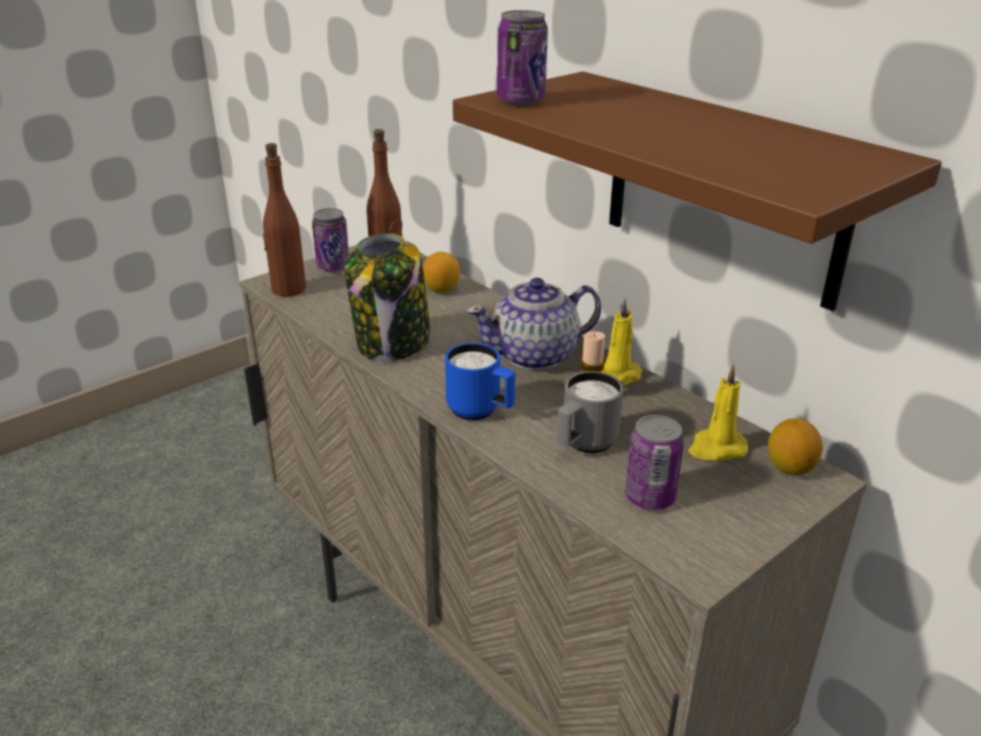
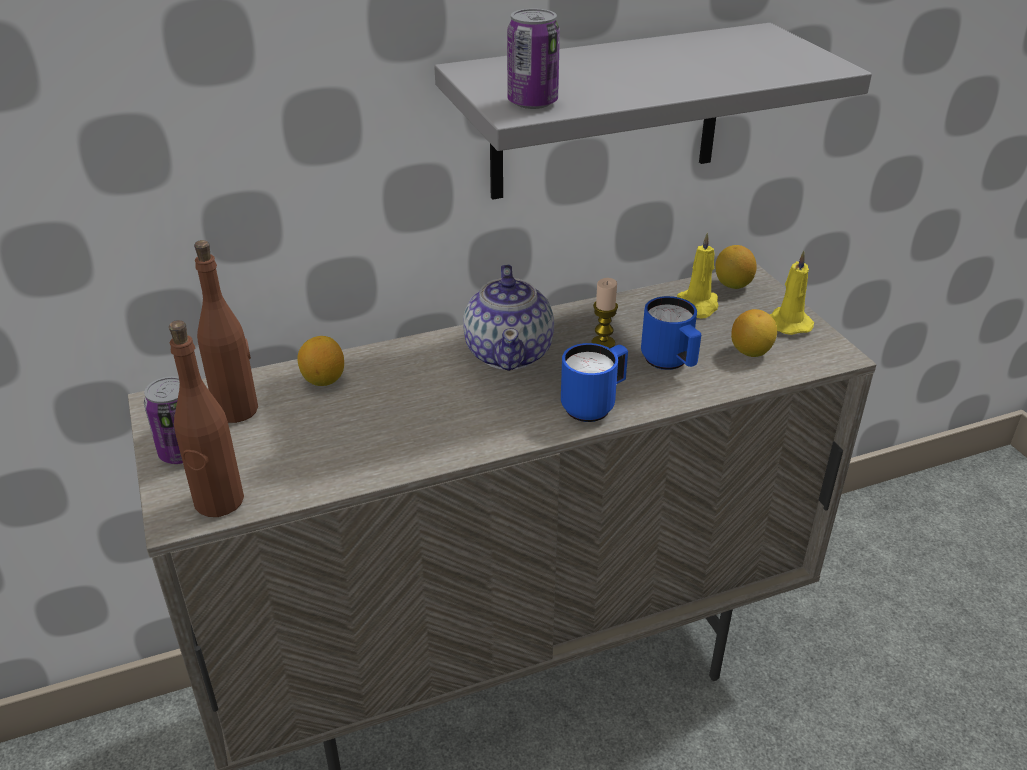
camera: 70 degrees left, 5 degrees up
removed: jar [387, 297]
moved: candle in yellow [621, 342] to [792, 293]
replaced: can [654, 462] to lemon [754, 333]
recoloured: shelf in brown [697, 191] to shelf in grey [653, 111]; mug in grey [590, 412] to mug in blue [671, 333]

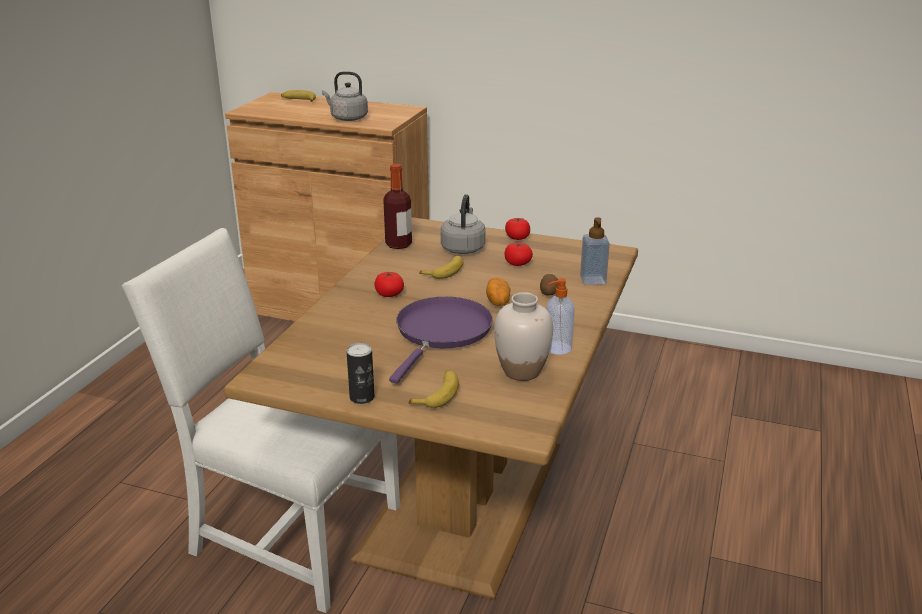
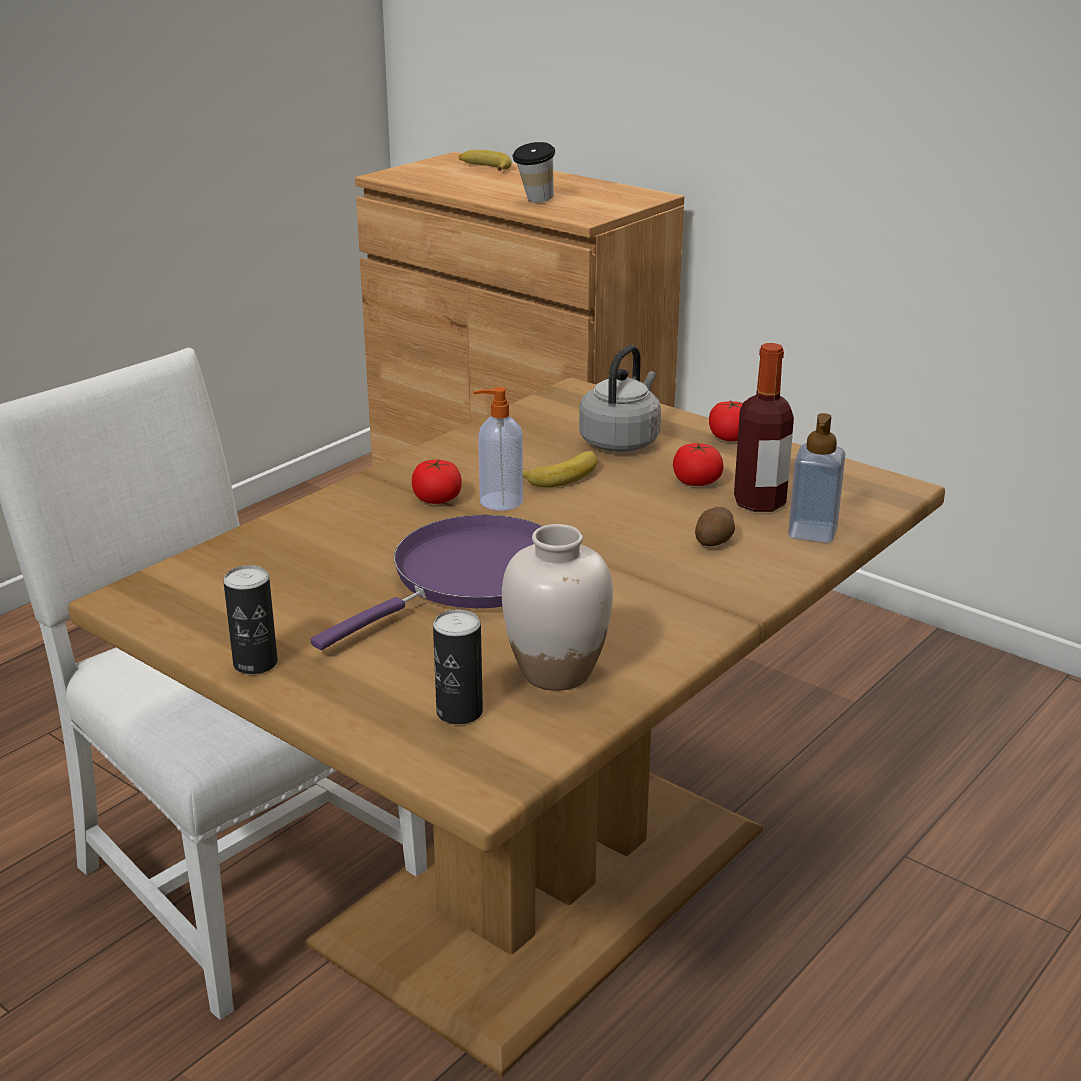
camera: 20 degrees right, 0 degrees up
removed: banana [433, 389]; potato [498, 291]
added: can [458, 666]
moved: soap dispenser [560, 316] to [498, 448]; bottle [397, 206] to [764, 427]
replaced: kettle in grey [345, 96] to cup [533, 172]

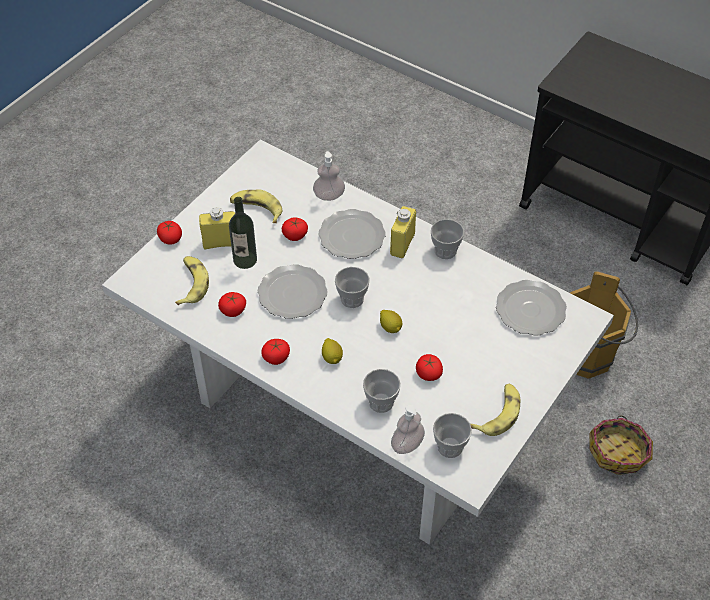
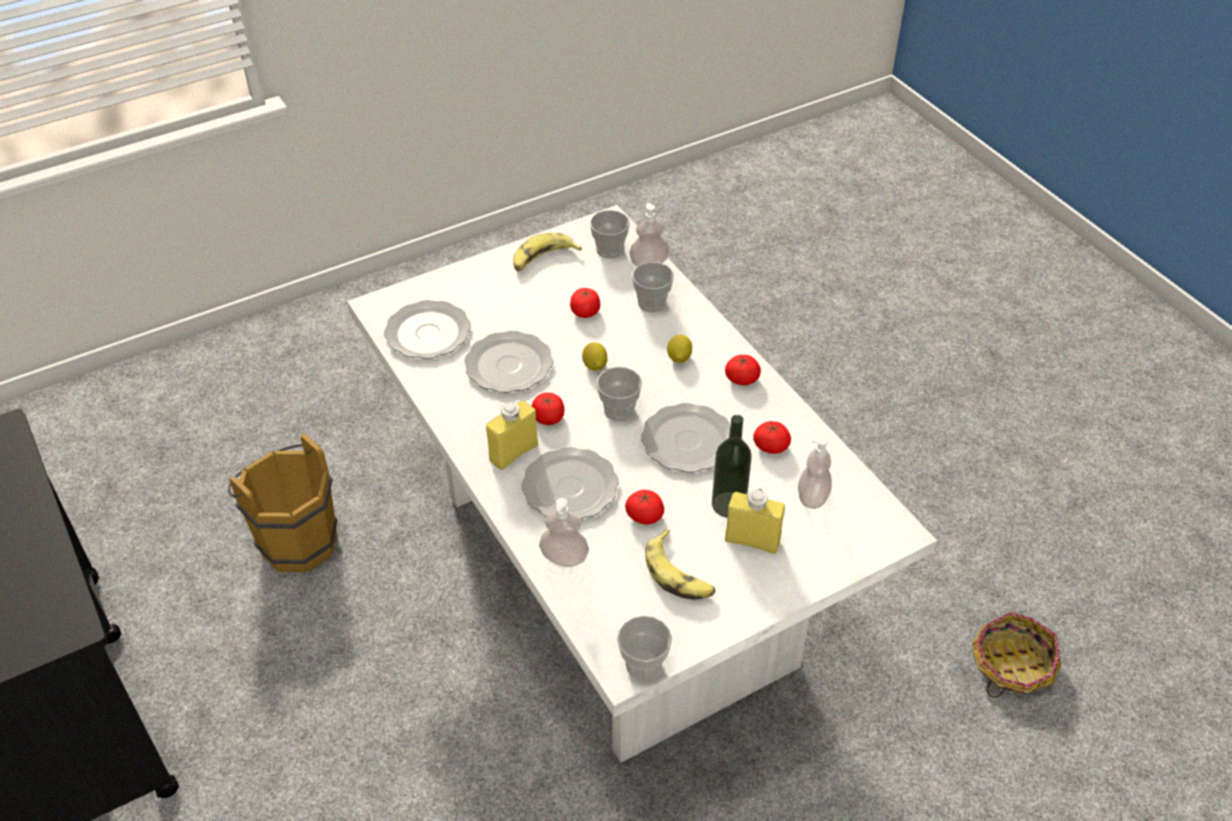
camera: 155 degrees left, 5 degrees down
added: plate [508, 362]
moved: tomato [169, 233] to [548, 409]; cup [447, 239] to [644, 648]; basket [621, 445] to [1016, 655]
replaced: banana [192, 280] to soap dispenser [815, 473]

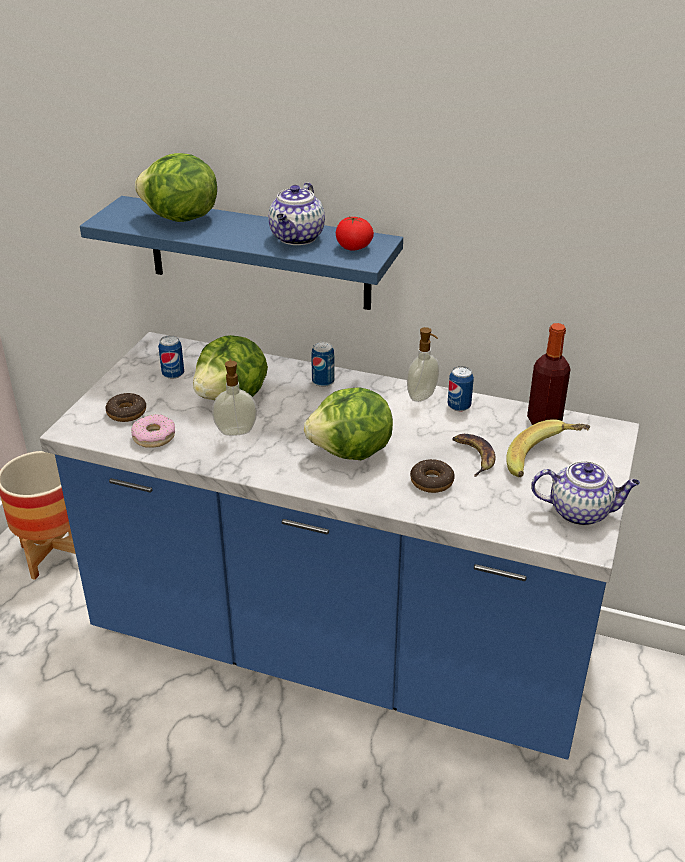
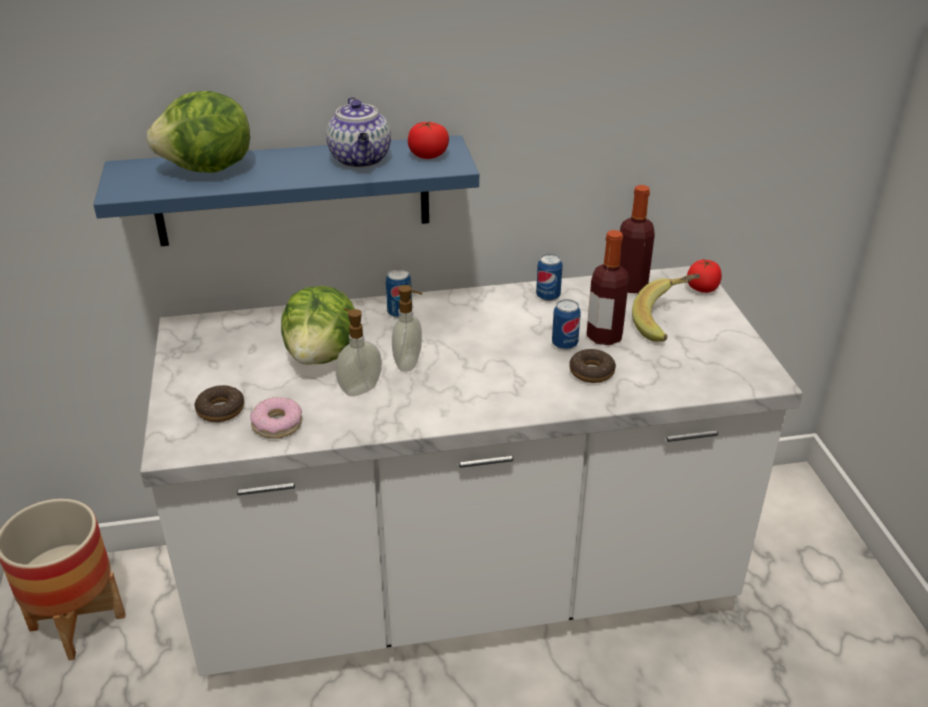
camera: 30 degrees left, 0 degrees up
removed: lettuce [348, 423]; teapot [585, 493]
added: tomato [704, 276]
moved: soap dispenser [423, 364] to [407, 328]; can [171, 357] to [566, 324]
replaced: banana [474, 455] to bottle [607, 287]
recoloured: counter in blue [340, 546] to counter in white [471, 471]

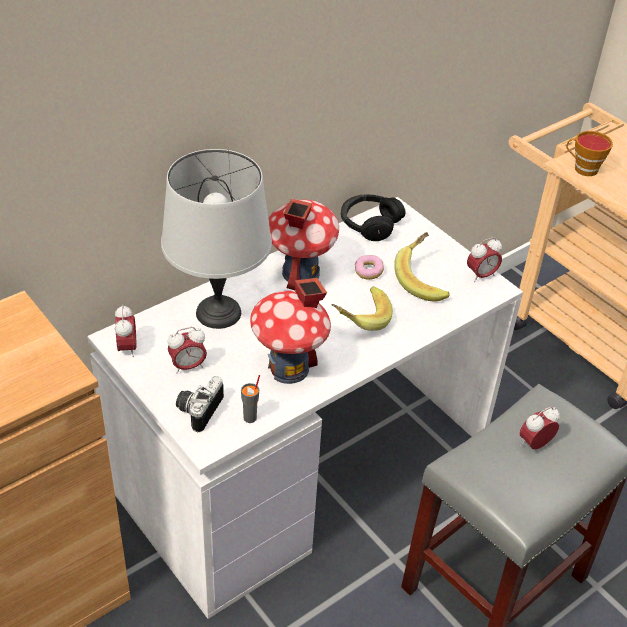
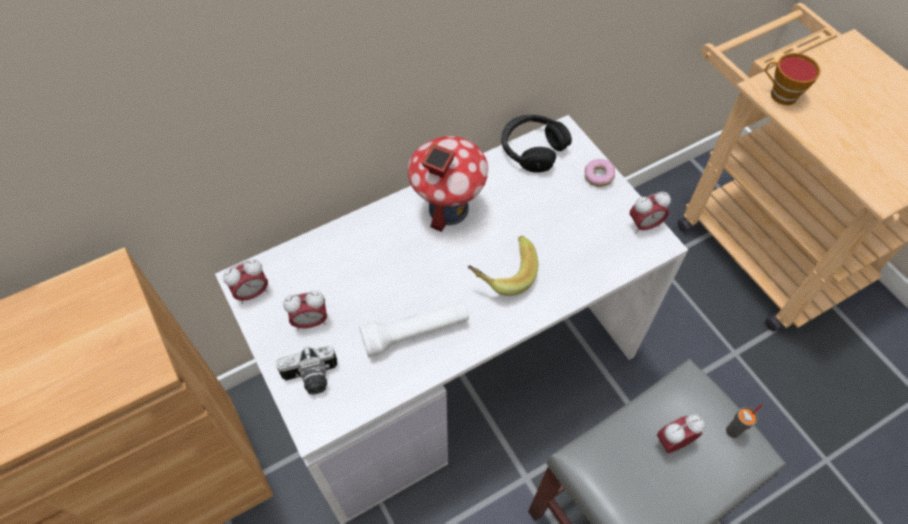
camera: 10 degrees right, 15 degrees up
removed: table lamp in grey [216, 239]; banana [422, 267]
moved: donut [369, 267] to [600, 173]; cup in grey [250, 399] to [744, 421]
replaced: toy house [290, 331] to flashlight in white [414, 329]
turned: alarm clock [125, 331] = [245, 281] 60 degrees clockwise; photo camera [200, 404] = [307, 369] 135 degrees counterclockwise

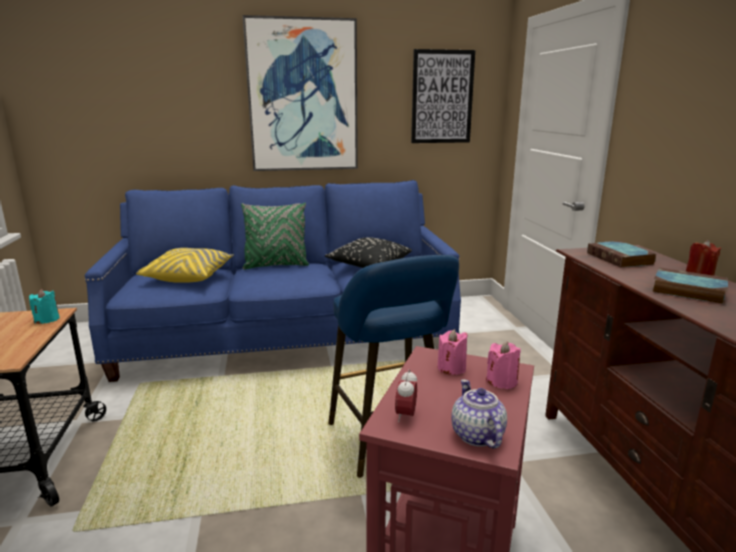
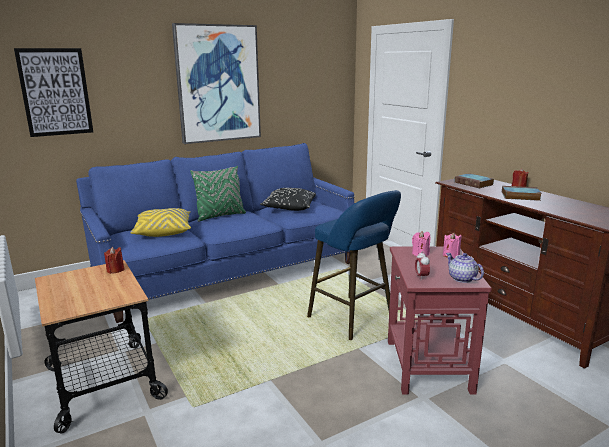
camera: 20 degrees left, 0 degrees up
moved: picture [443, 96] to [53, 92]
recoloured: candle in turquoise [44, 306] to candle in red [114, 260]

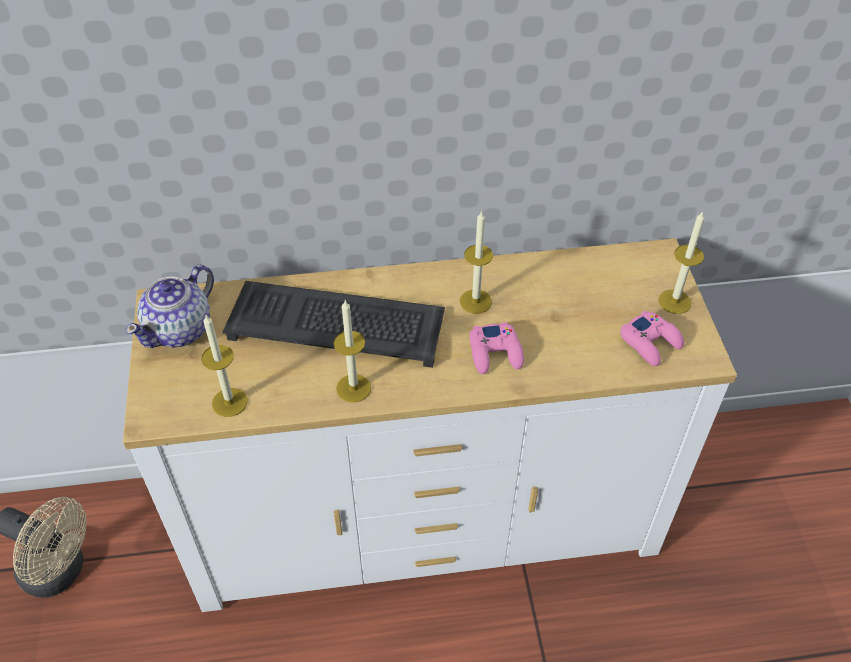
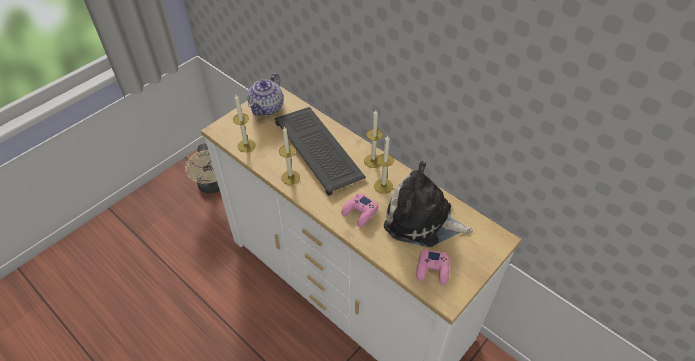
camera: 50 degrees right, 0 degrees up
added: plush toy [428, 204]
moved: candle [681, 262] to [373, 139]
turned: teapot [169, 306] = [265, 94] 60 degrees counterclockwise

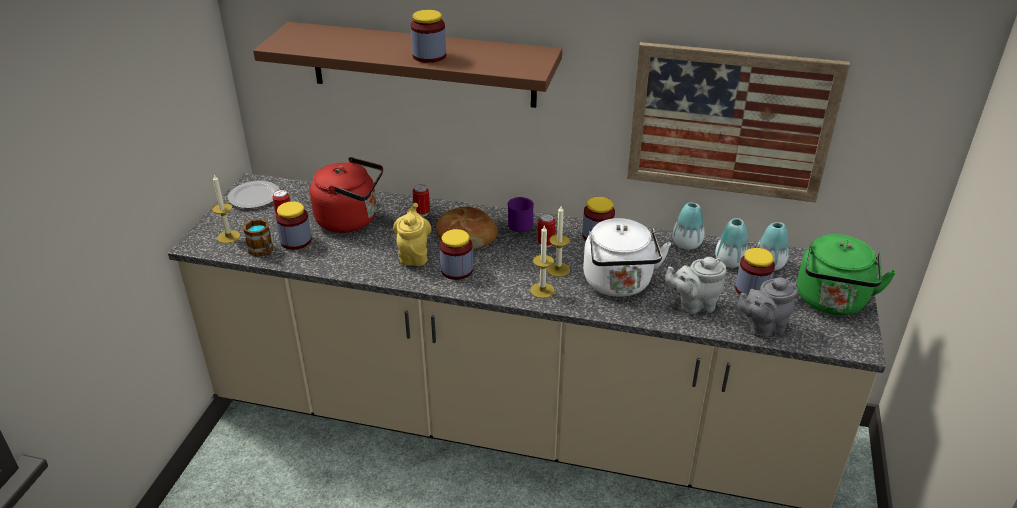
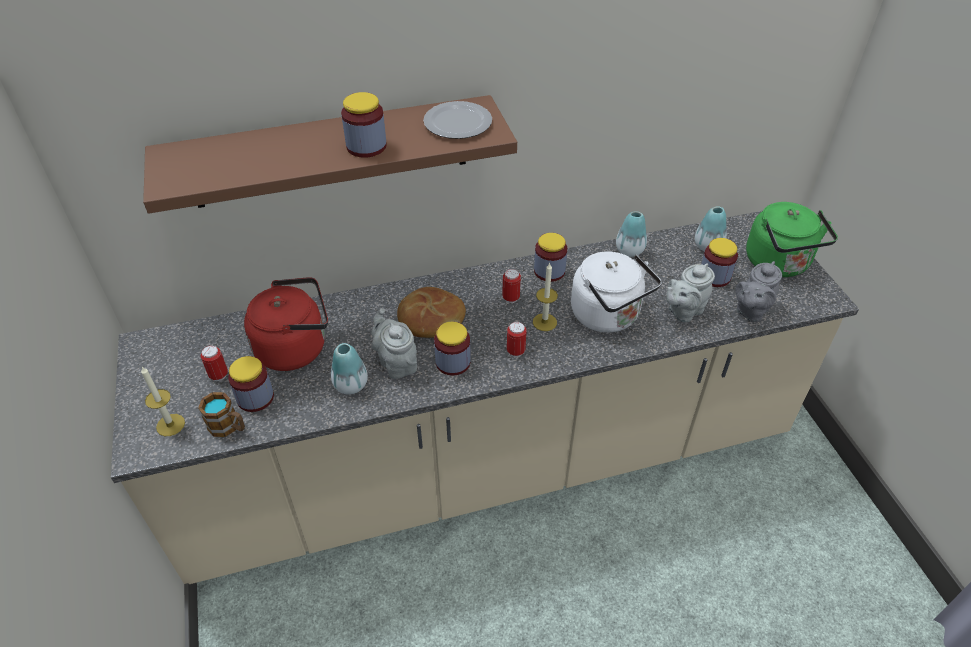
camera: 30 degrees left, 10 degrees up
removed: mug in purple [521, 214]; candle [542, 261]; picture [738, 122]
moved: vase [731, 243] to [349, 369]; plate [254, 194] to [457, 120]; can [421, 200] to [517, 339]
recoloured: teapot in yellow [412, 234] to teapot in grey [394, 343]

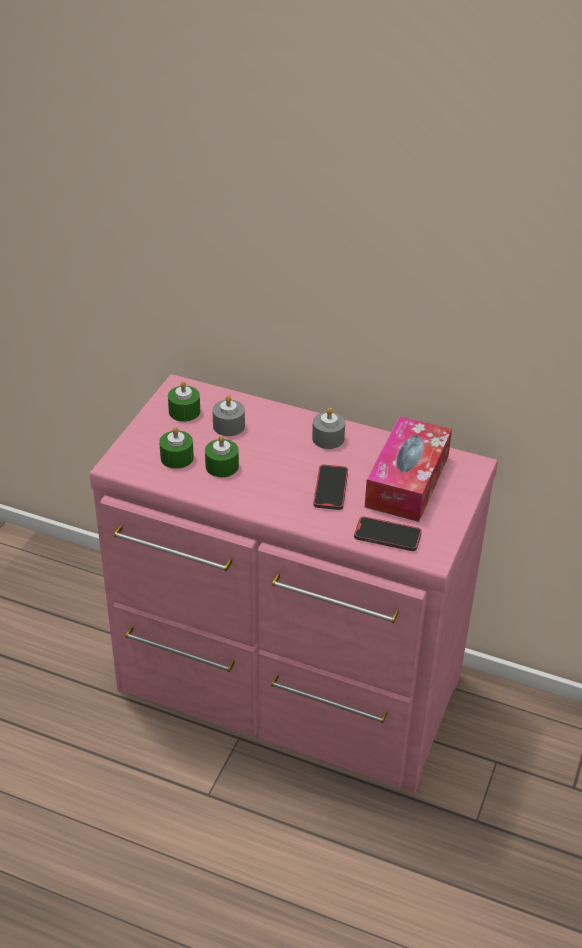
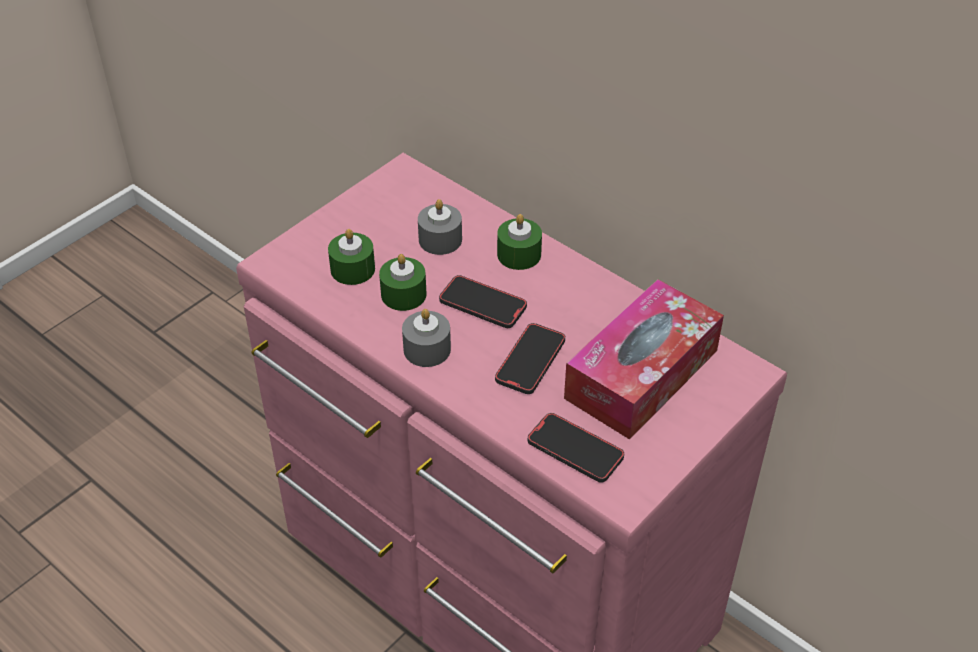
camera: 20 degrees right, 5 degrees up
added: phone [483, 301]
moved: candle in grey [328, 428] to [426, 338]; candle in green [184, 401] to [519, 242]

